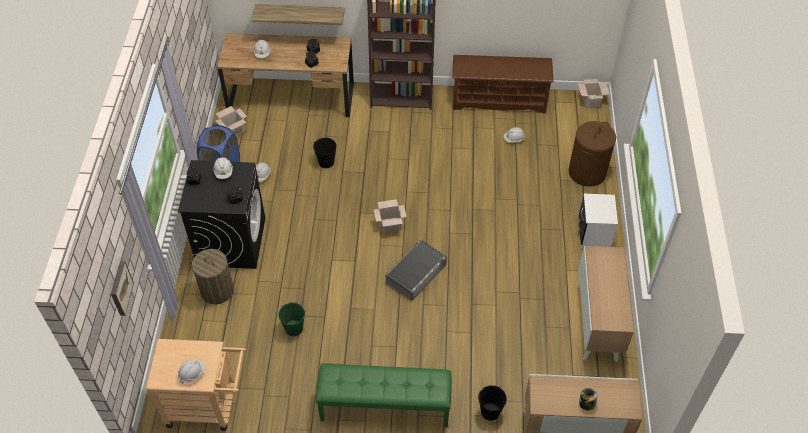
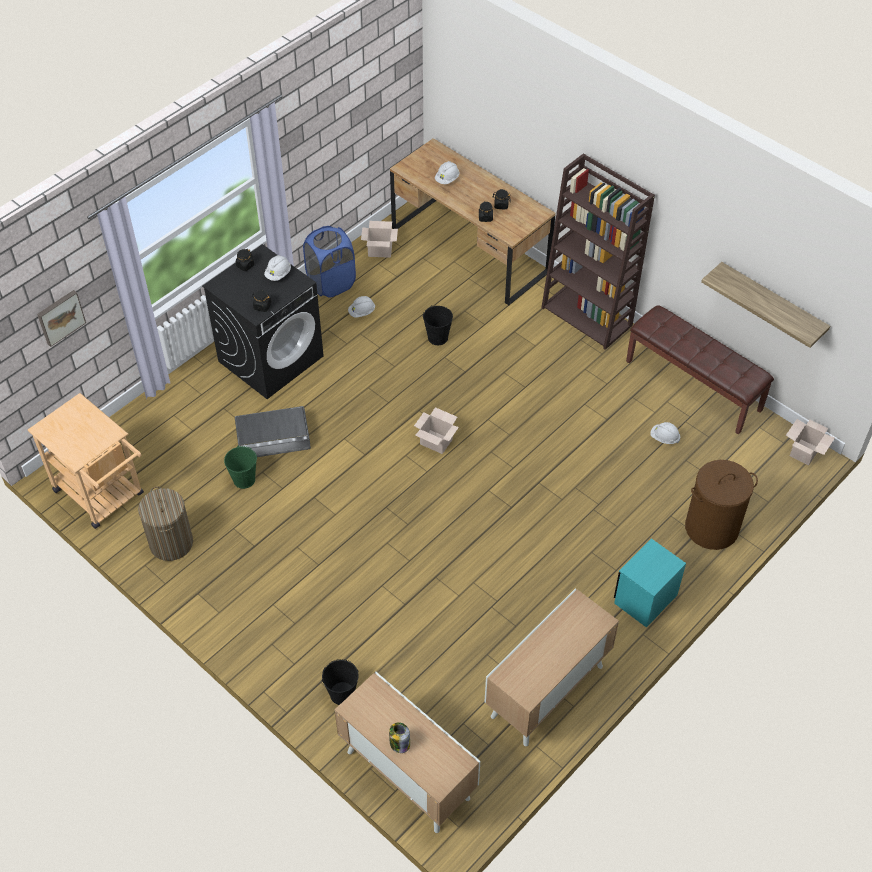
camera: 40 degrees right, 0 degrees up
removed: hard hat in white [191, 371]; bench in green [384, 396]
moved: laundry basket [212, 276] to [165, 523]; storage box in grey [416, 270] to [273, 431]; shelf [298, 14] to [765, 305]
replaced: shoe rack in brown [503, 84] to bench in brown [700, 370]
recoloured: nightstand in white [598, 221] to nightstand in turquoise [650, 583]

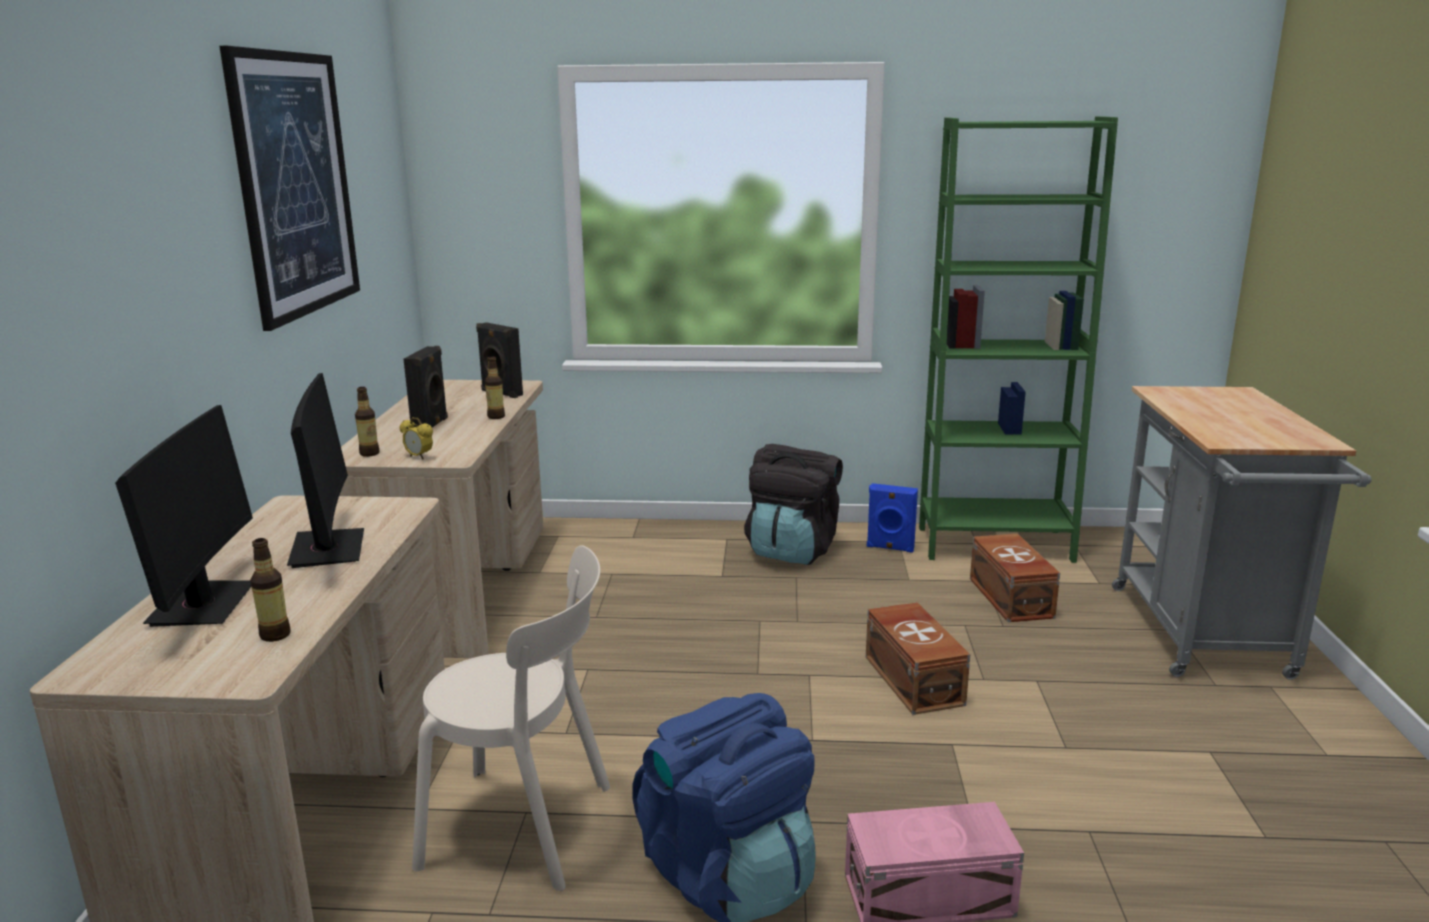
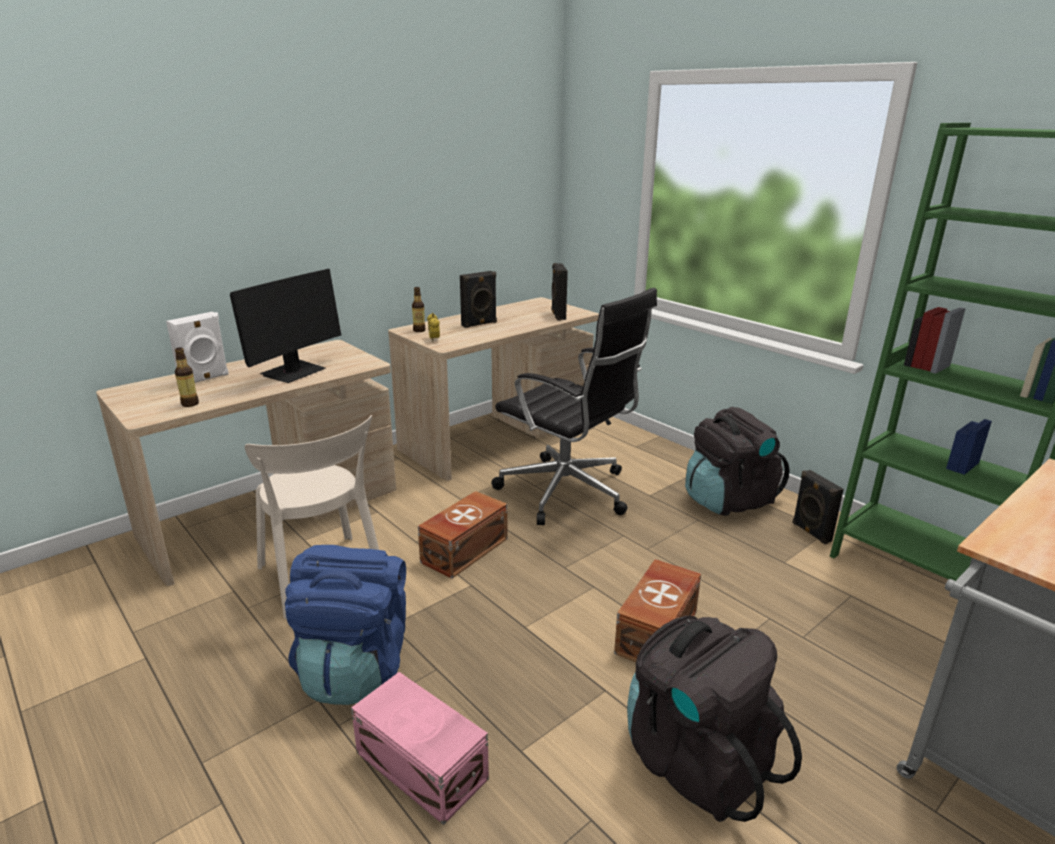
camera: 45 degrees right, 5 degrees up
removed: picture [289, 188]; bottle [495, 387]
added: office chair in black [574, 406]; backpack in black [714, 719]
moved: storage box in brown [1015, 578] to [462, 534]
replaced: monitor [184, 516] to speaker in white [197, 347]
recoloured: speaker in blue [892, 518] to speaker in black [818, 507]

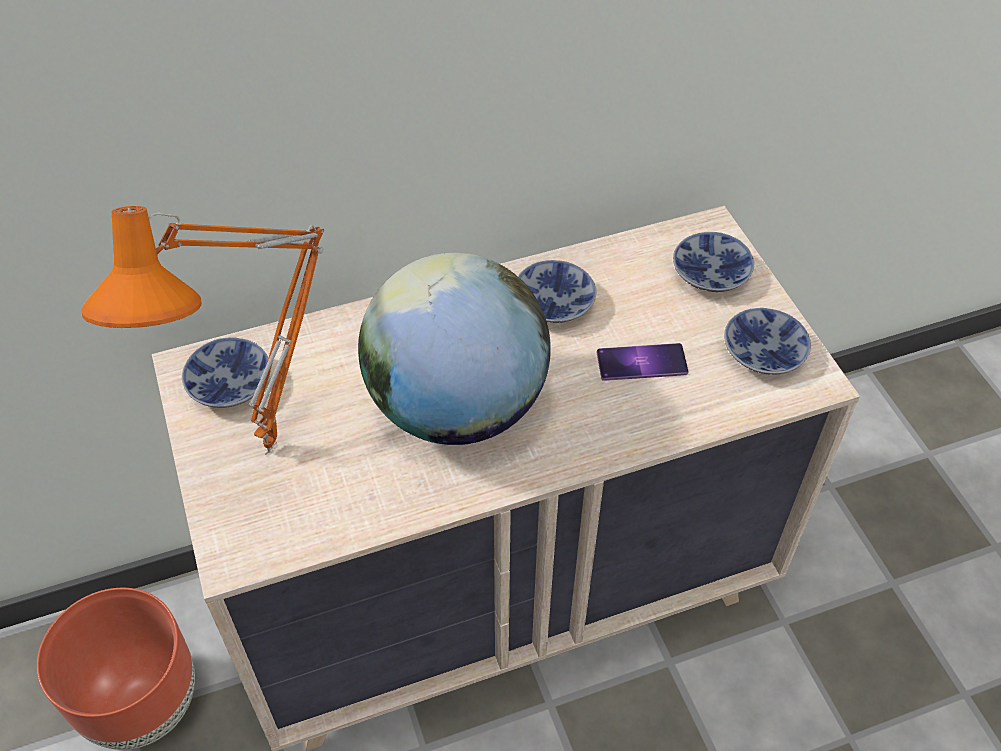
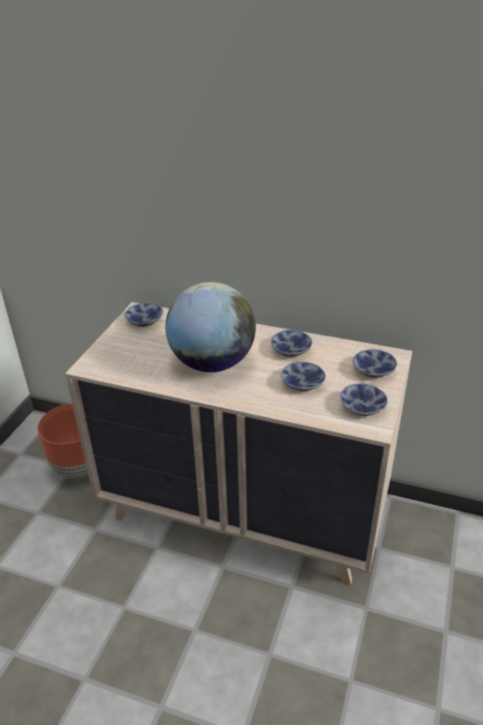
camera: 40 degrees right, 15 degrees down
removed: table lamp in orange [202, 330]
replaced: phone [643, 362] to bowl [303, 376]

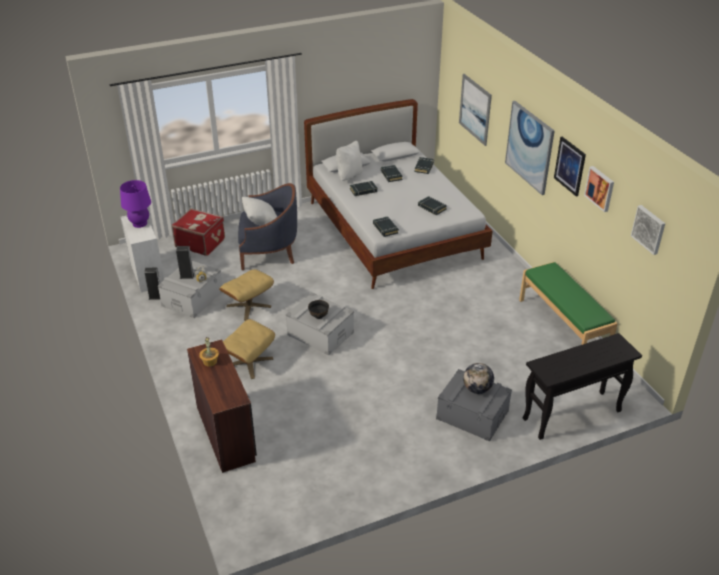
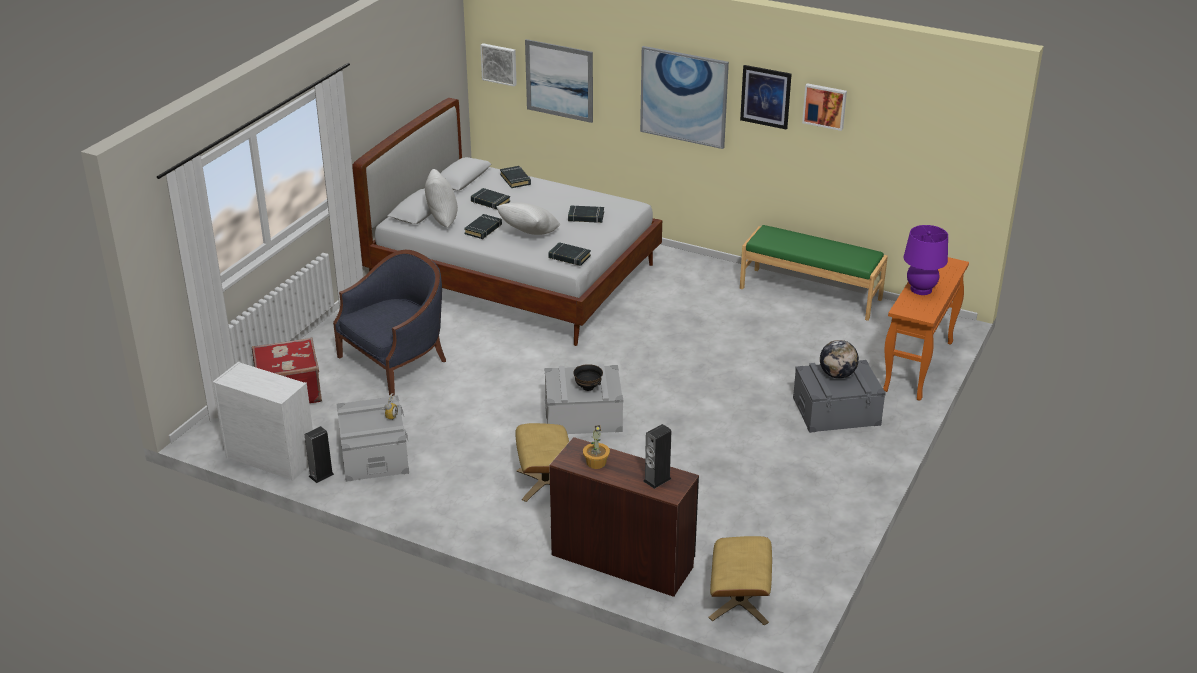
camera: 40 degrees left, 5 degrees down
moved: picture [648, 230] to [498, 64]; pillow in white [259, 211] to [528, 218]; speaker [185, 262] to [657, 456]; ottoman in beige [246, 295] to [740, 580]; table lamp in purple [135, 204] to [926, 260]
recoloured: console table in black [582, 386] to console table in orange [926, 329]

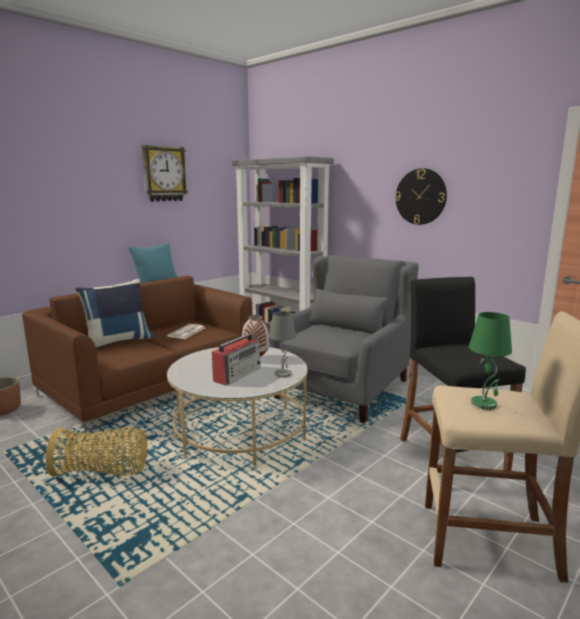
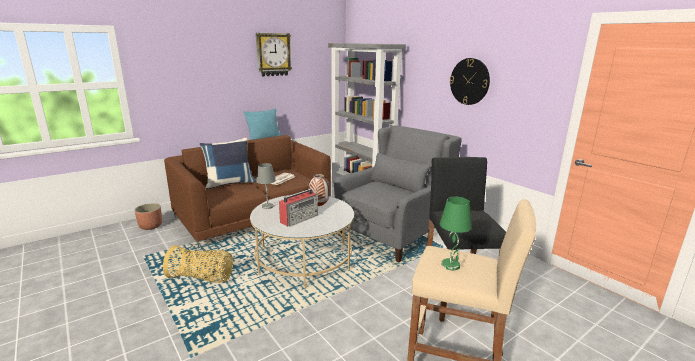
camera: 10 degrees right, 5 degrees up
moved: table lamp in grey [282, 344] to [266, 186]

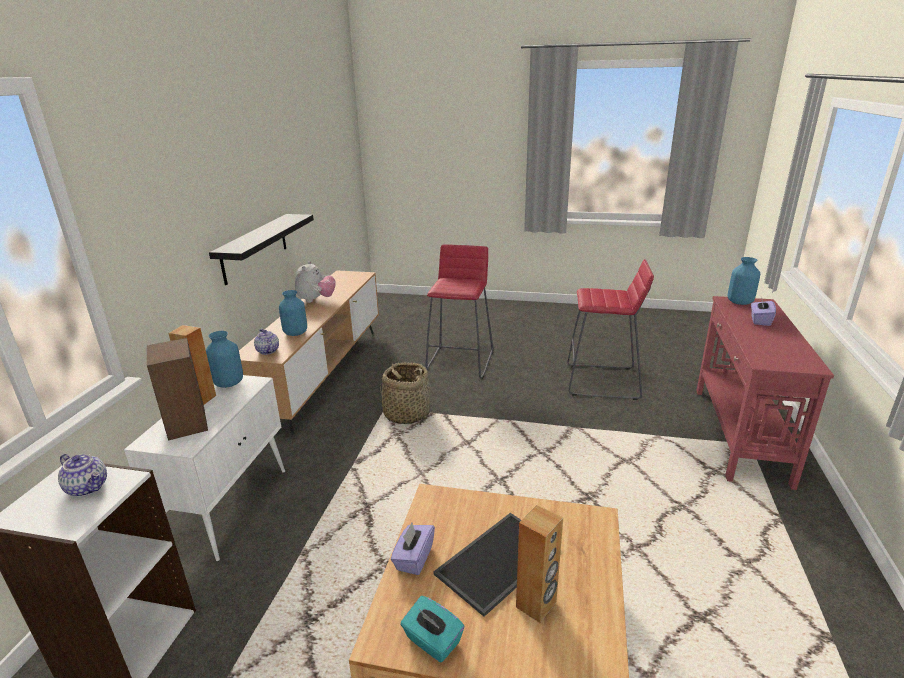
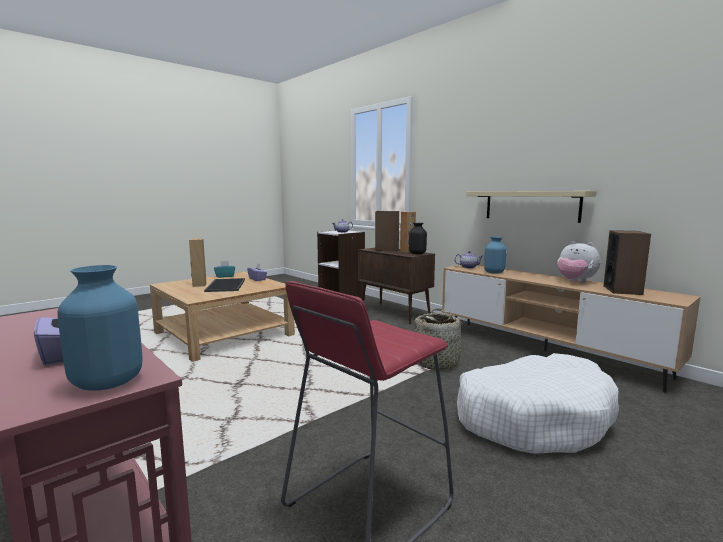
camera: 125 degrees right, 15 degrees down
added: speaker [627, 262]
replaced: stool in red [459, 312] to dog bed in white [538, 403]
recoloured: cabinet in white [204, 468] to cabinet in brown [396, 286]; vase in blue [224, 359] to vase in black [418, 238]; shelf in black [261, 249] to shelf in beige [531, 207]

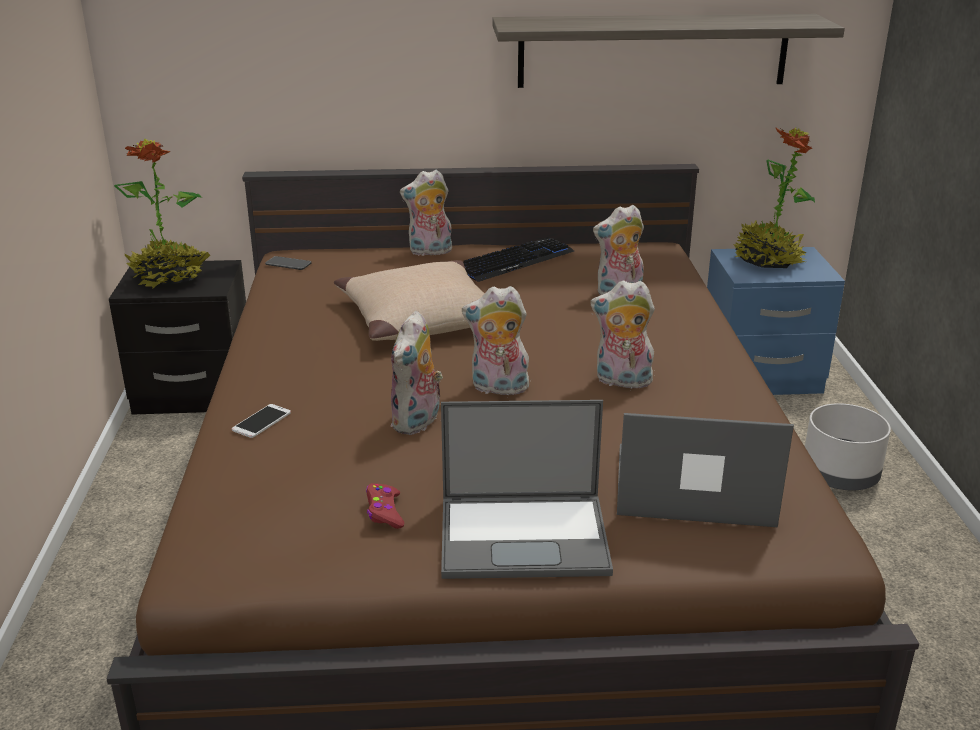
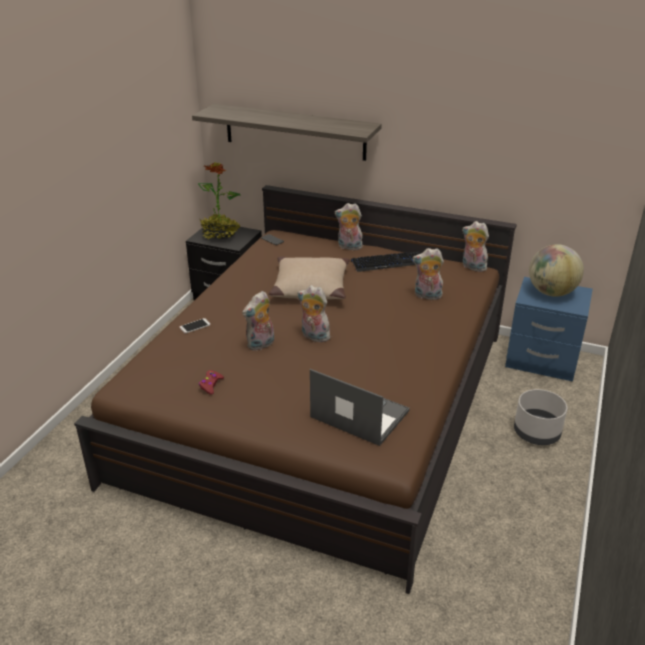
camera: 25 degrees right, 5 degrees up
removed: laptop [527, 489]
moved: shelf [668, 51] to [287, 132]; plush toy [622, 334] to [475, 246]
replaced: potted plant [774, 197] to globe [556, 270]

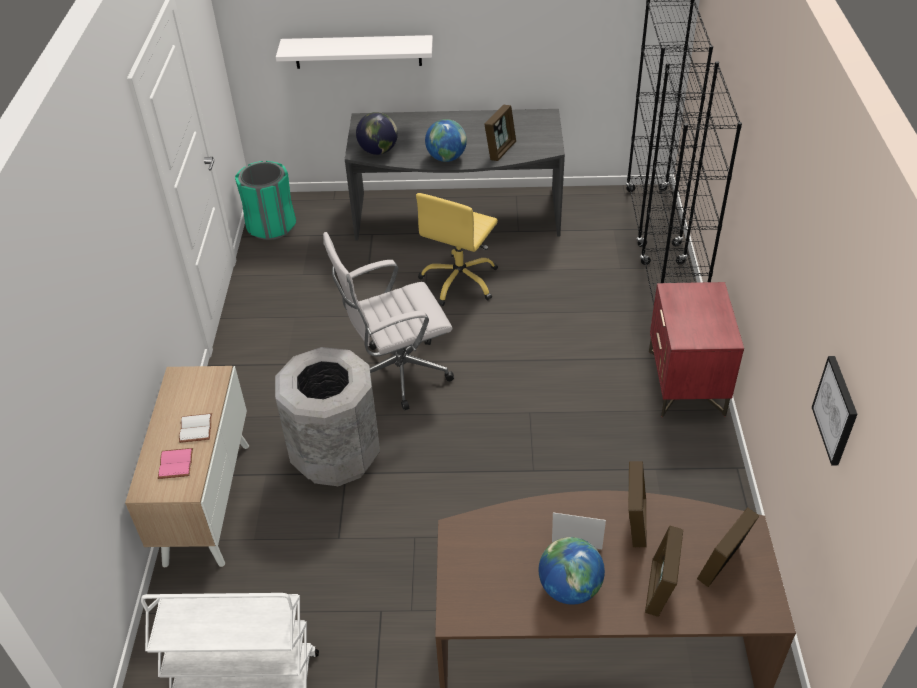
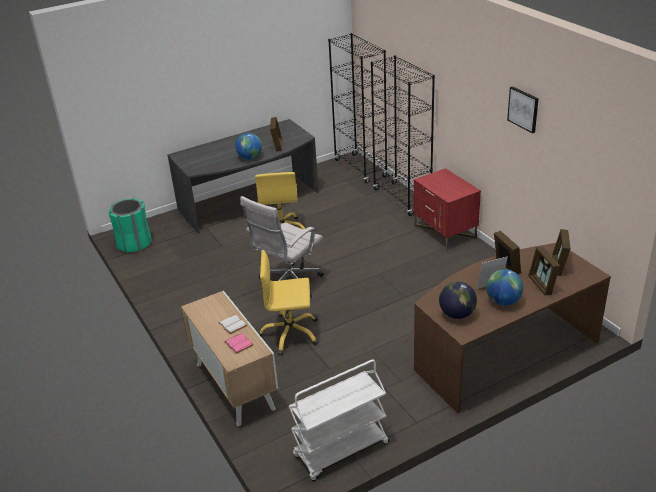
camera: 30 degrees left, 10 degrees down
removed: shelf in white [354, 52]
moved: globe [377, 133] to [458, 300]; picture [834, 410] to [523, 109]
replaced: trash can in grey [327, 416] to office chair in yellow [288, 302]

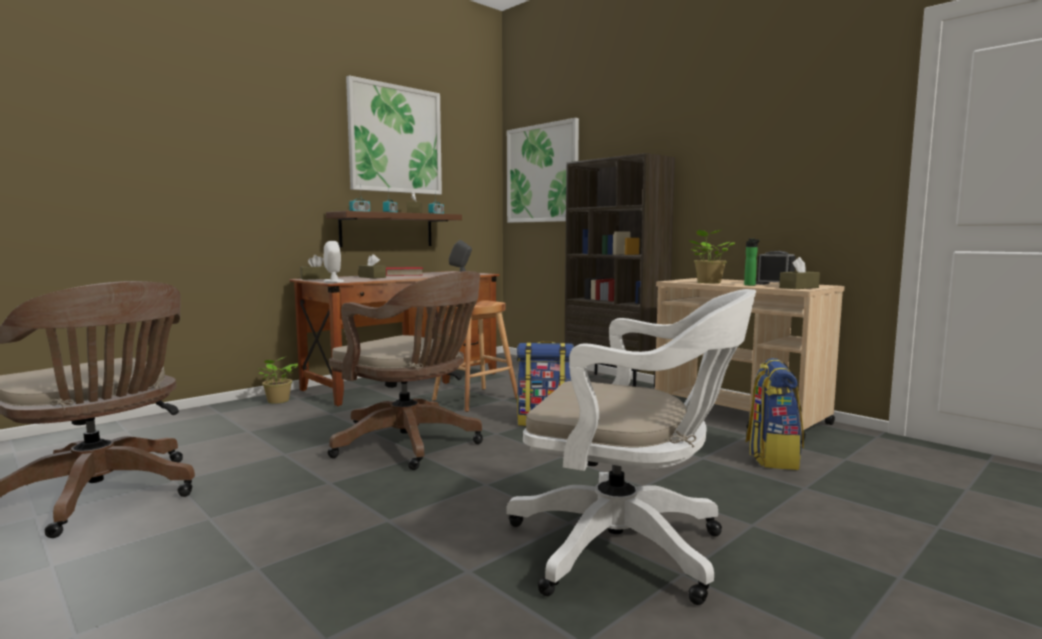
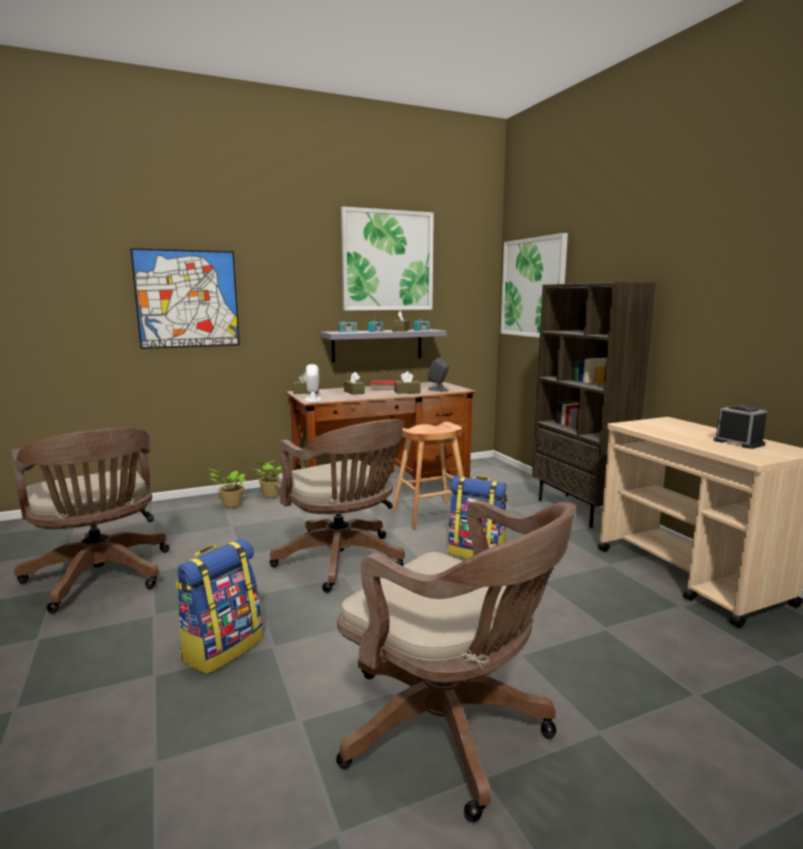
camera: 20 degrees right, 5 degrees up
removed: bottle [752, 262]
added: picture [185, 298]
moved: backpack [775, 414] to [219, 606]; potted plant [712, 256] to [226, 488]; tissue box in brown [799, 273] to [407, 382]
recoloured: shelf in brown [394, 229] to shelf in grey [383, 345]; office chair in white [631, 447] to office chair in brown [456, 661]

